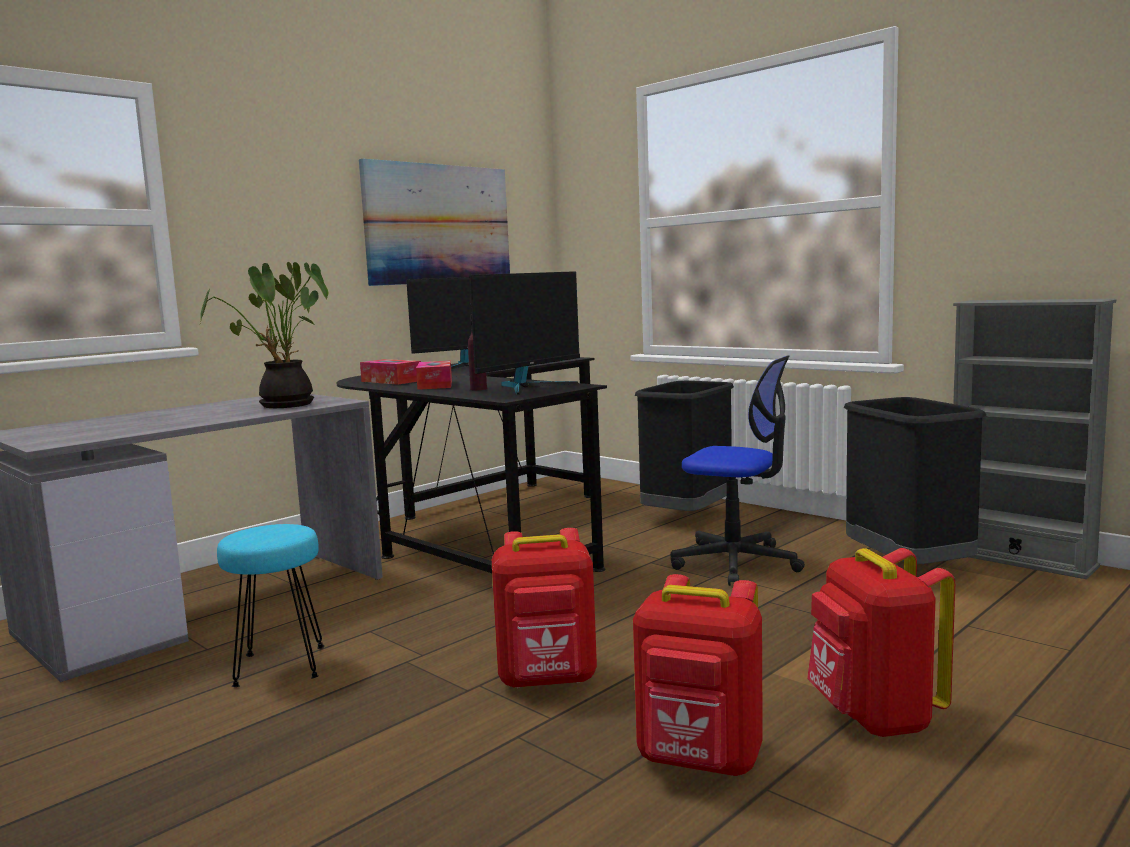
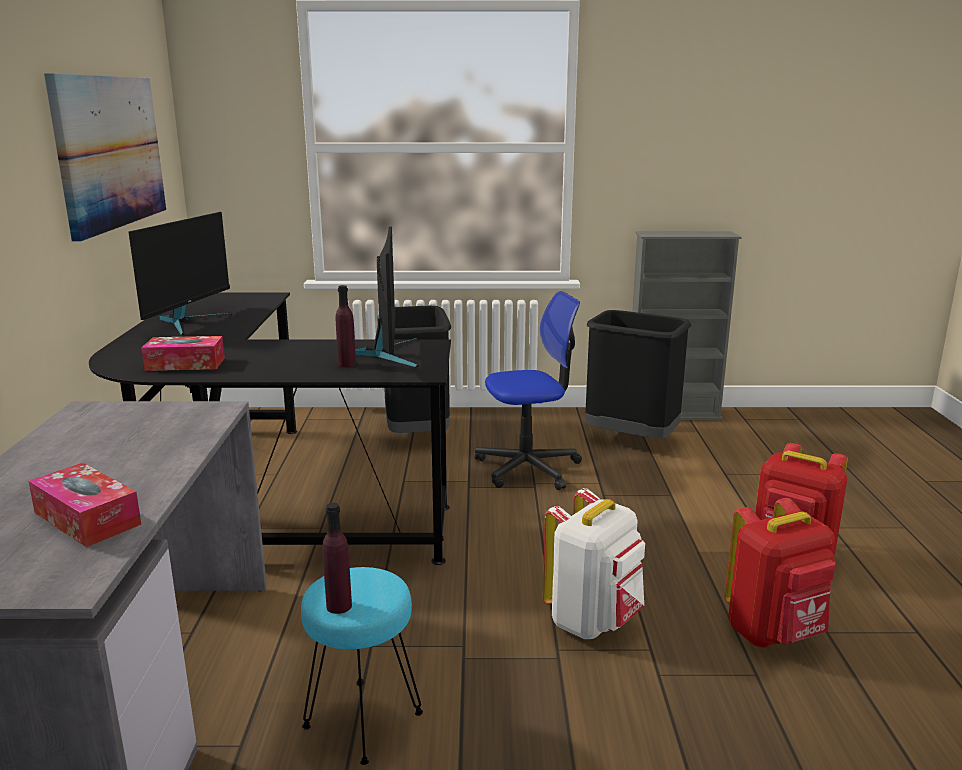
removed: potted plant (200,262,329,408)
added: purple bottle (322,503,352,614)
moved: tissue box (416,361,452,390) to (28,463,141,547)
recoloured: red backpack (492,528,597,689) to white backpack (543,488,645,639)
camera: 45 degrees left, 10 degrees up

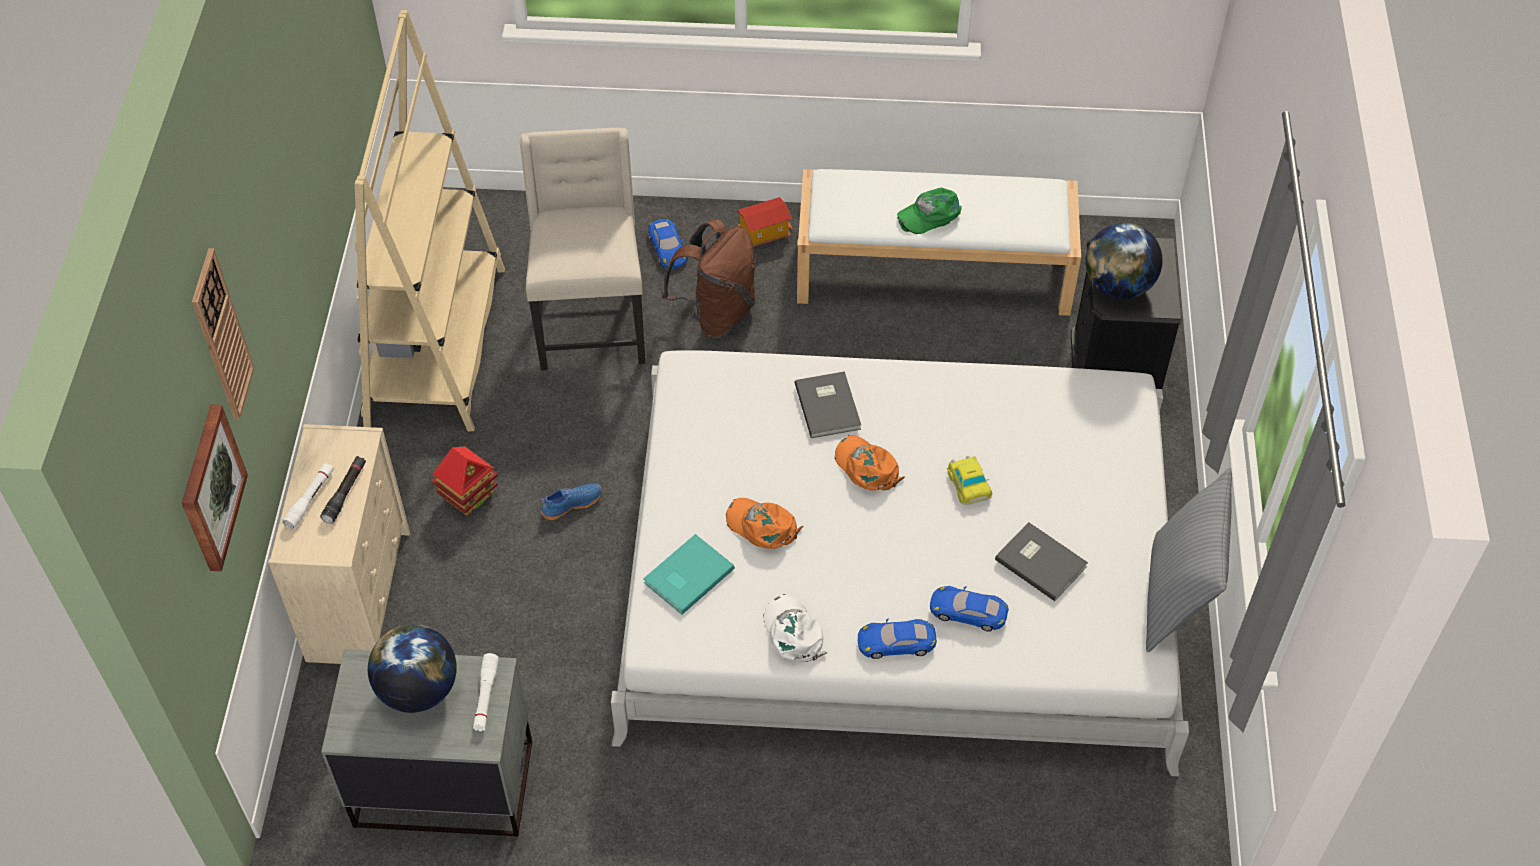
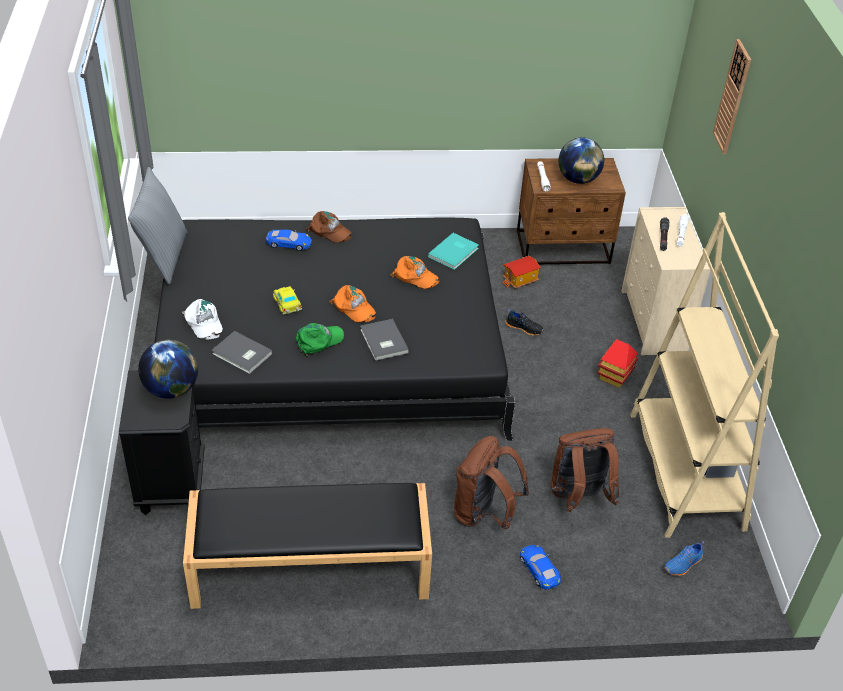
removed: picture (182,404,248,571)
added: black shoe (505,309,544,336)
moved: green cap (897,188,962,234) to (296,323,344,357); toy house (738,197,792,247) to (503,256,541,289); blue shoe (540,483,602,520) to (664,541,704,576); grey book (995,522,1088,601) to (211,331,273,374); white cap (763,594,828,662) to (182,299,223,339)
replaced: beige chair (520,128,645,370) to brown backpack (551,428,619,512); blue toy car (857,618,937,659) to brown cap (306,211,352,243)
recoloured: white bench (797,169,1081,316) to black bench (183,483,432,609); white bed (611,350,1189,777) to black bed (154,218,515,441); grey nightstand (321,649,532,837) to brown nightstand (517,158,626,264)
camera: 170 degrees right, 10 degrees down

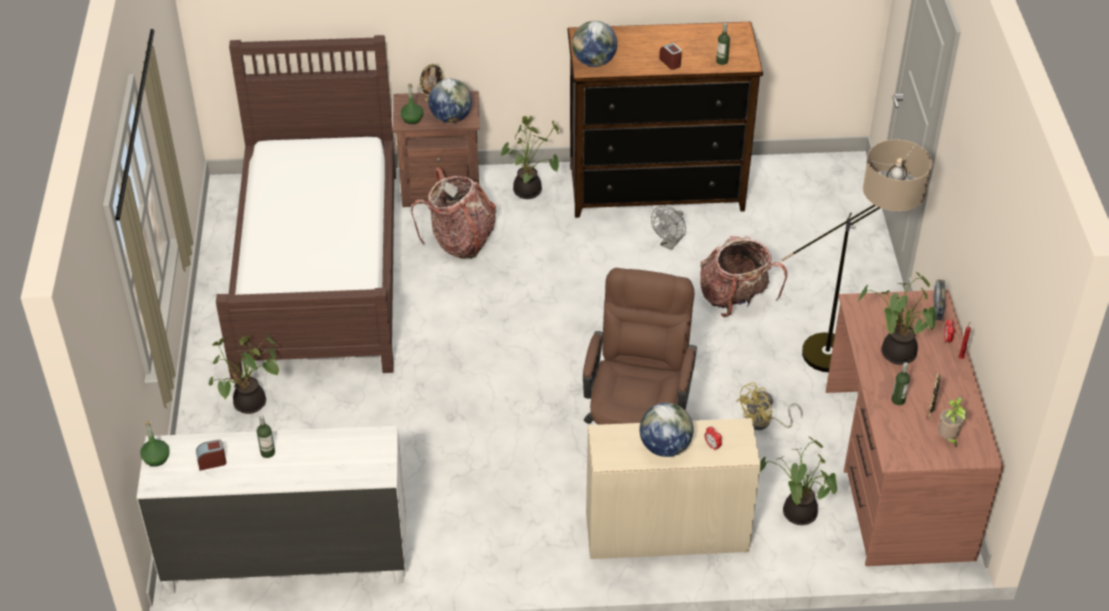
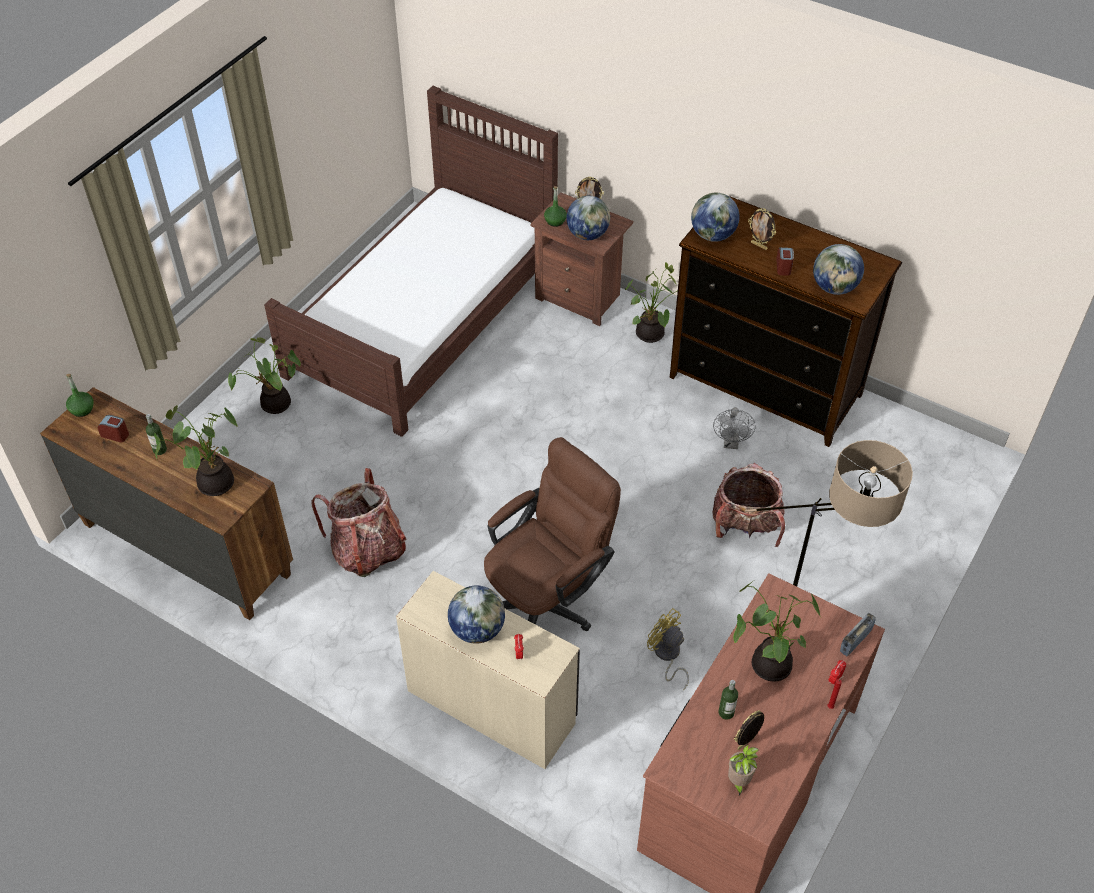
added: picture frame (748,208,776,250)
moved: backpack (411,167,497,259) to (311,468,406,577); potted plant (760,436,837,525) to (154,405,239,496)
replaced: bottle (716,23,730,65) to globe (813,244,864,295)
recoloured: white dresser (137,426,406,594) to brown dresser (40,387,293,620)
turned: grey fan (651,206,686,250) = (713,407,756,449) 60 degrees counterclockwise; yellow fan (736,382,802,430) = (647,608,689,690) 45 degrees clockwise
camera: 35 degrees right, 5 degrees up

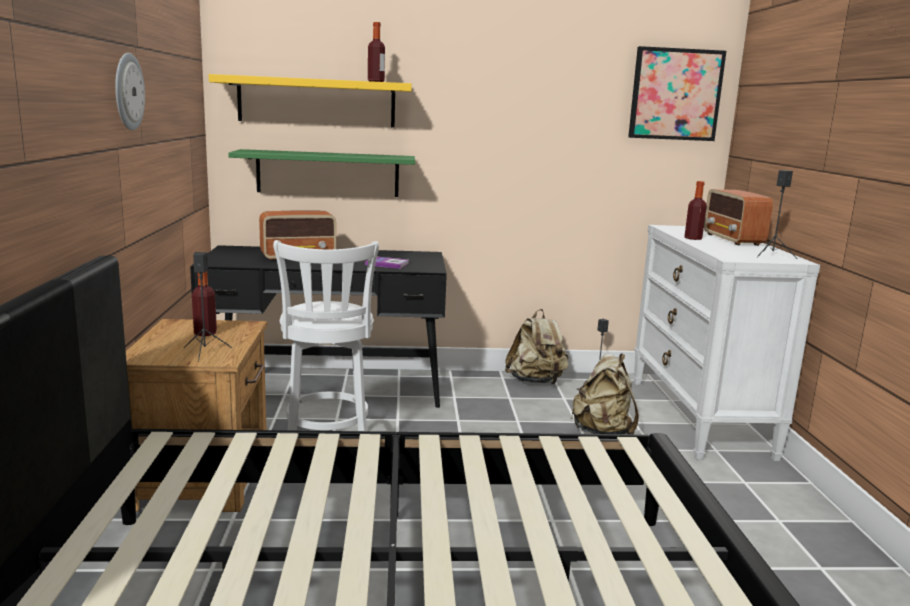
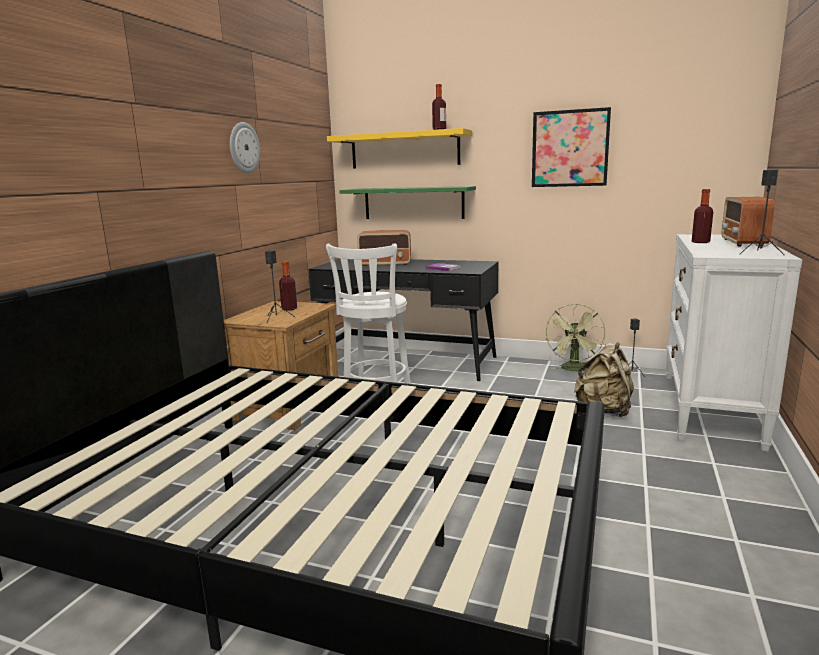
moved: picture (628,46,726,141) to (532,107,611,187)
replaced: beige backpack (505,309,569,385) to green fan (546,304,605,371)
camera: 25 degrees right, 0 degrees up

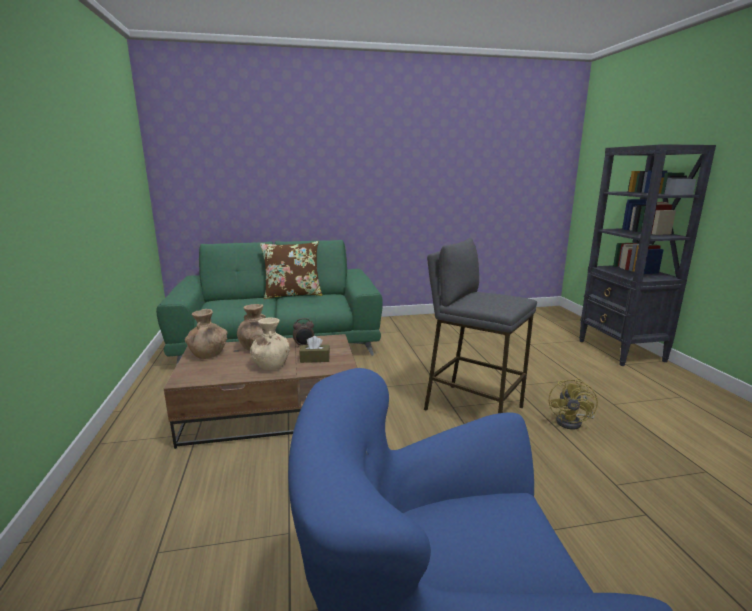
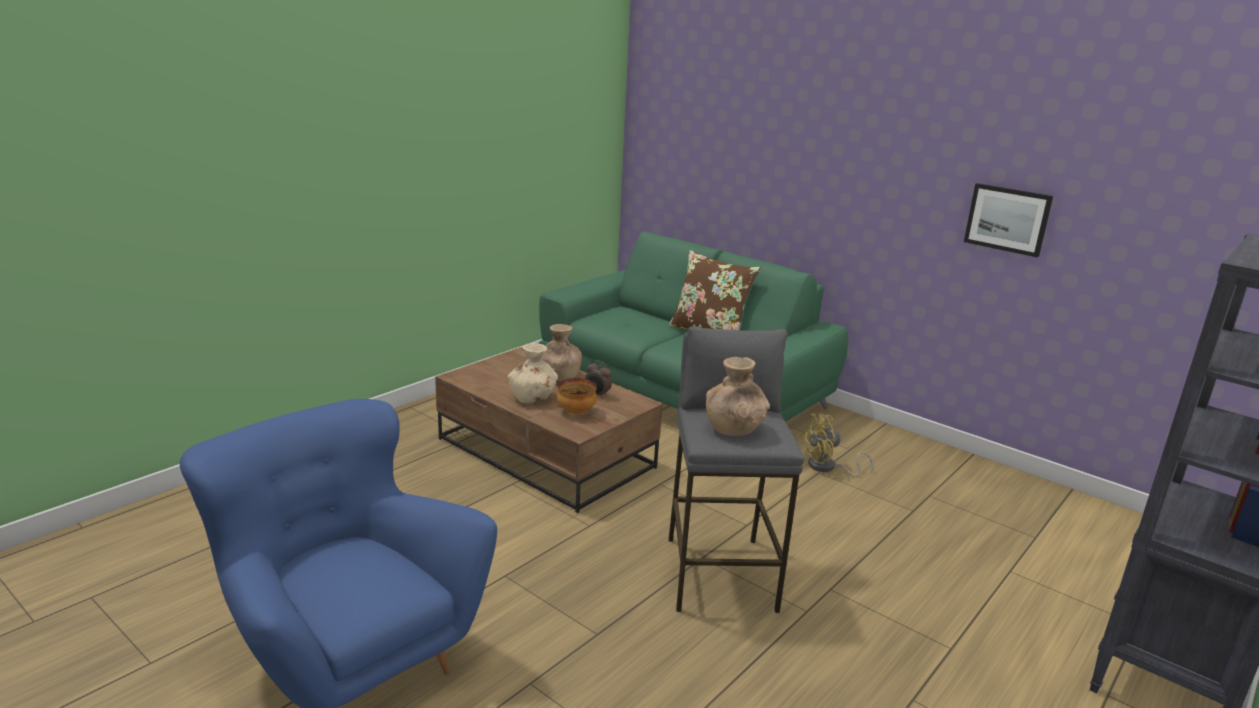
added: picture (964,183,1053,257)
moved: brown vase (185,309,228,359) to (706,357,770,436); yellow fan (549,378,598,430) to (801,413,874,477)
replaced: brown tissue box (299,336,330,363) to bowl (557,378,597,414)
camera: 50 degrees right, 5 degrees up

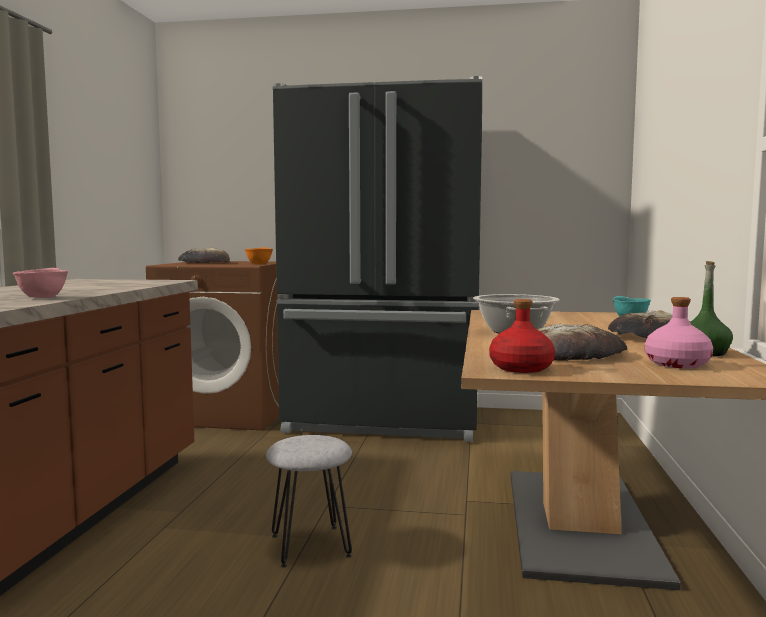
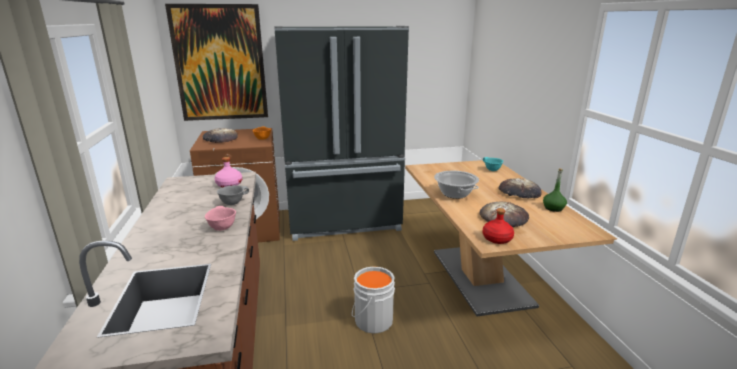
added: picture (165,4,268,121); grey bowl (217,185,249,205)
moved: pink bottle (645,297,713,368) to (215,157,242,187)
replaced: grey stool (266,435,352,568) to grey bucket (352,266,395,333)
camera: 20 degrees left, 15 degrees up

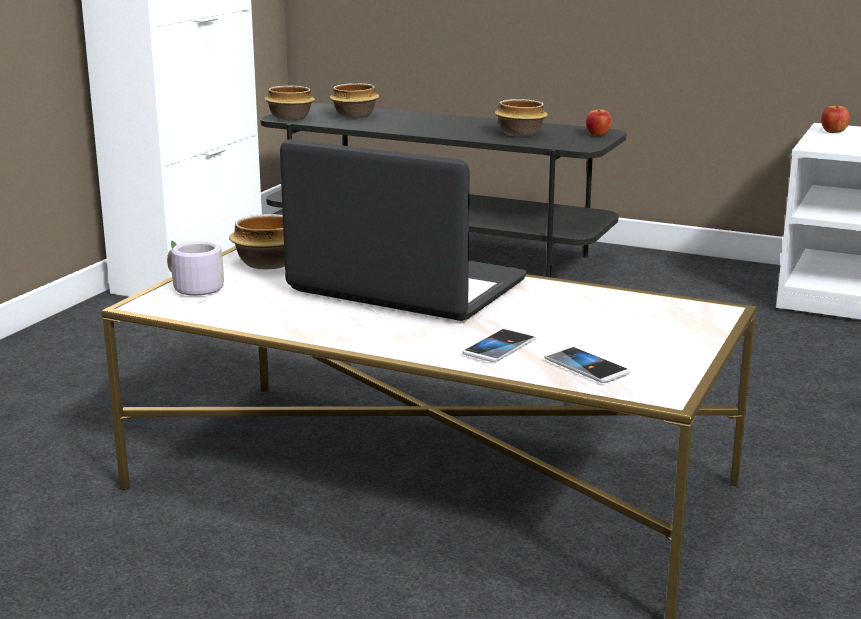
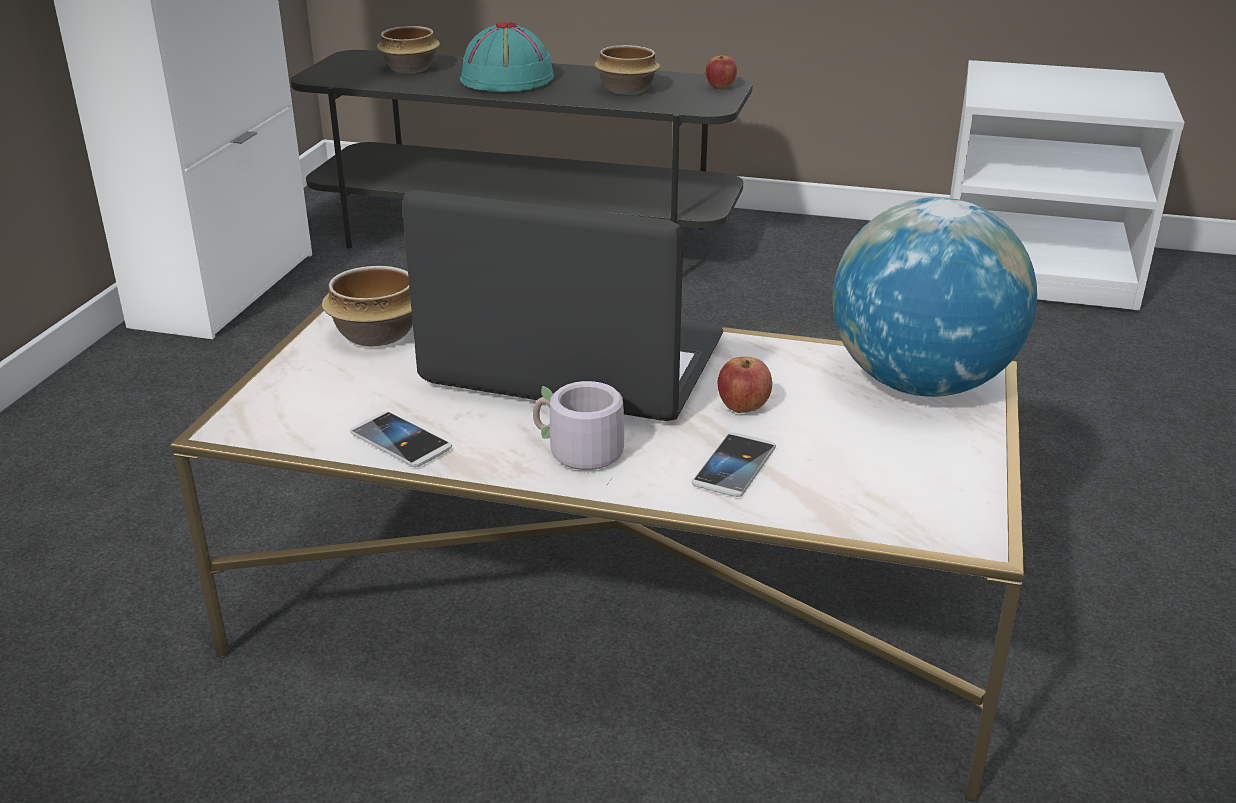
removed: bowl (264,86,315,120)
added: turquoise hat (460,22,554,92); globe (832,197,1037,397)
moved: apple (821,106,850,133) to (718,357,772,413); grey mug (167,240,224,304) to (533,381,624,486); phone (545,347,630,383) to (350,411,452,467)
camera: 10 degrees left, 10 degrees up

